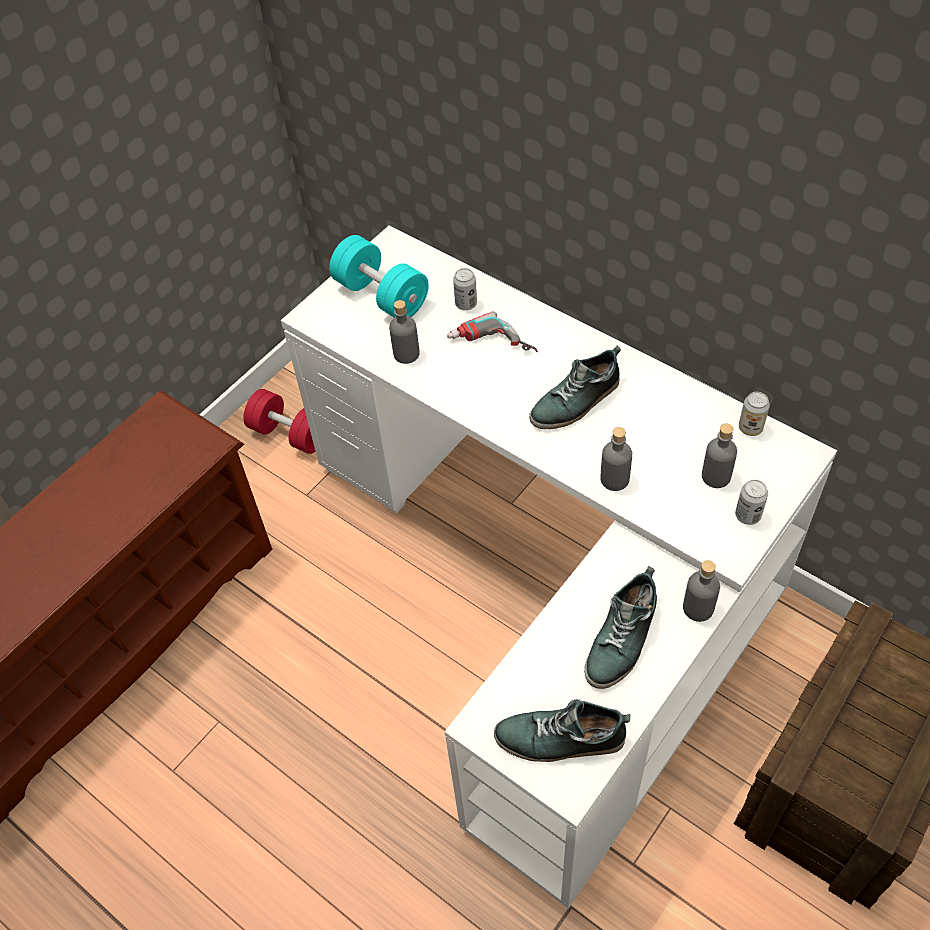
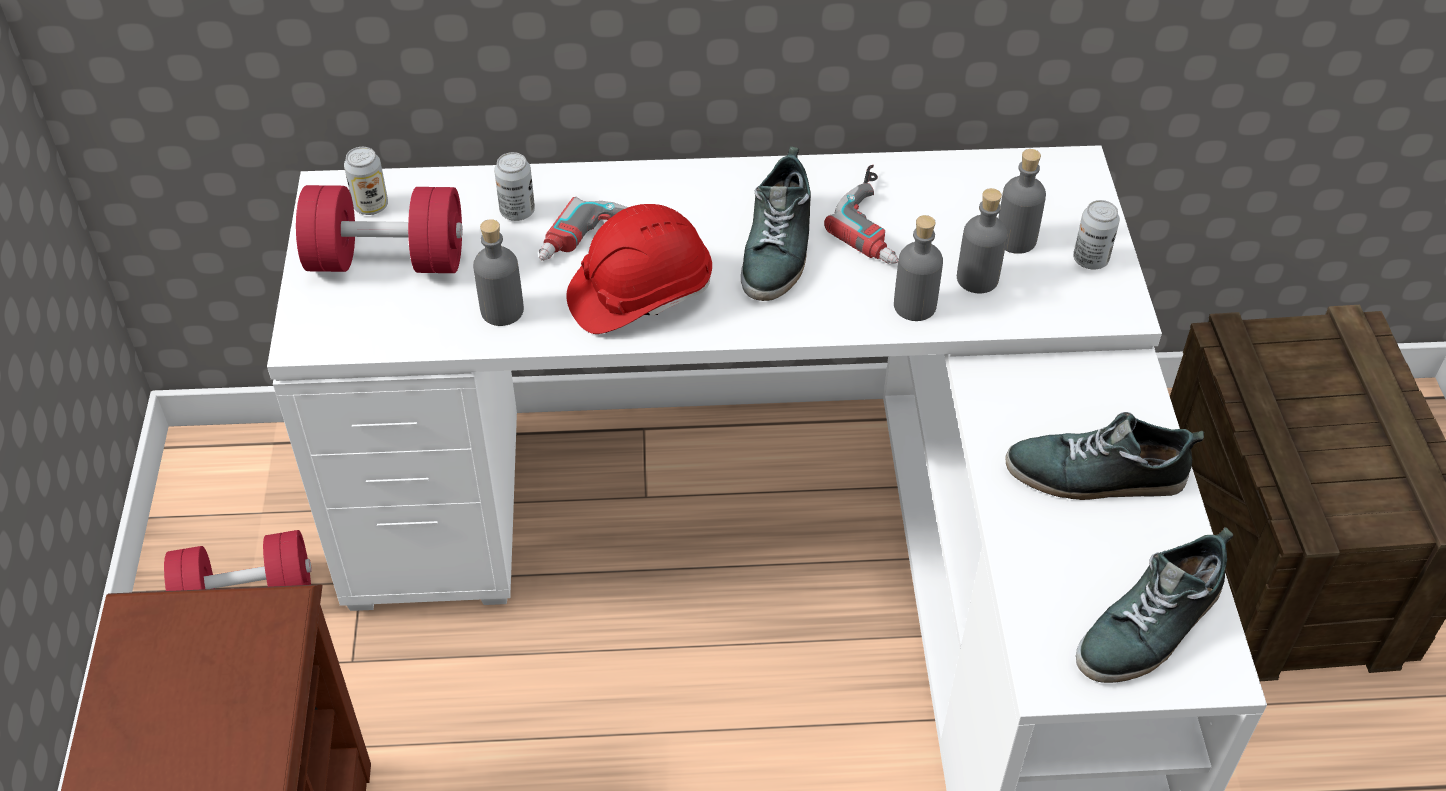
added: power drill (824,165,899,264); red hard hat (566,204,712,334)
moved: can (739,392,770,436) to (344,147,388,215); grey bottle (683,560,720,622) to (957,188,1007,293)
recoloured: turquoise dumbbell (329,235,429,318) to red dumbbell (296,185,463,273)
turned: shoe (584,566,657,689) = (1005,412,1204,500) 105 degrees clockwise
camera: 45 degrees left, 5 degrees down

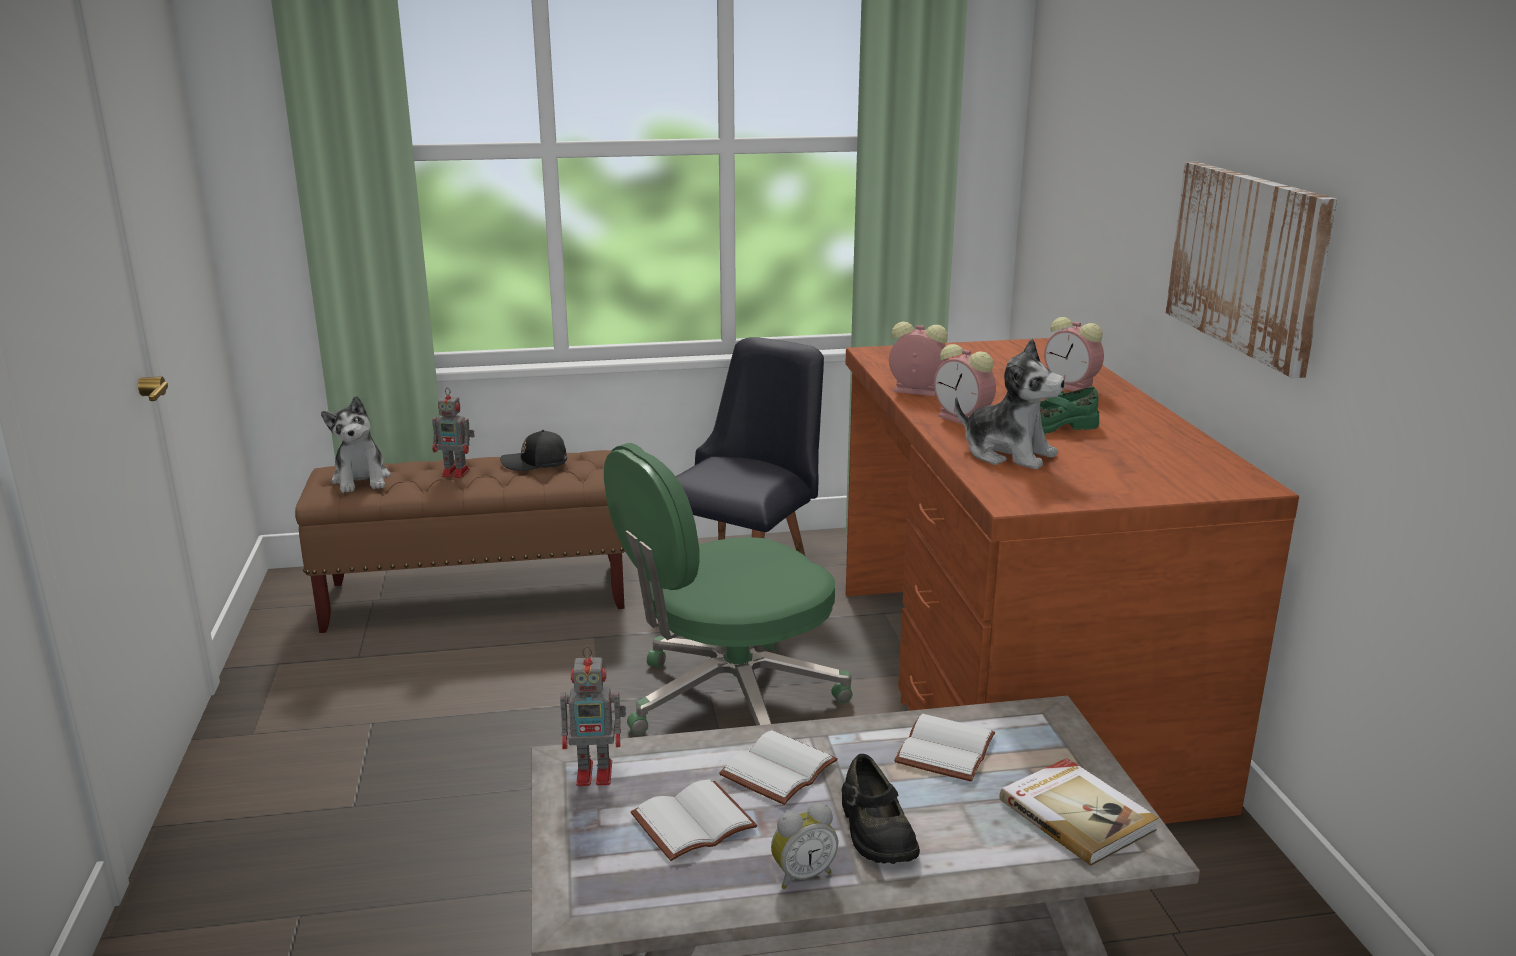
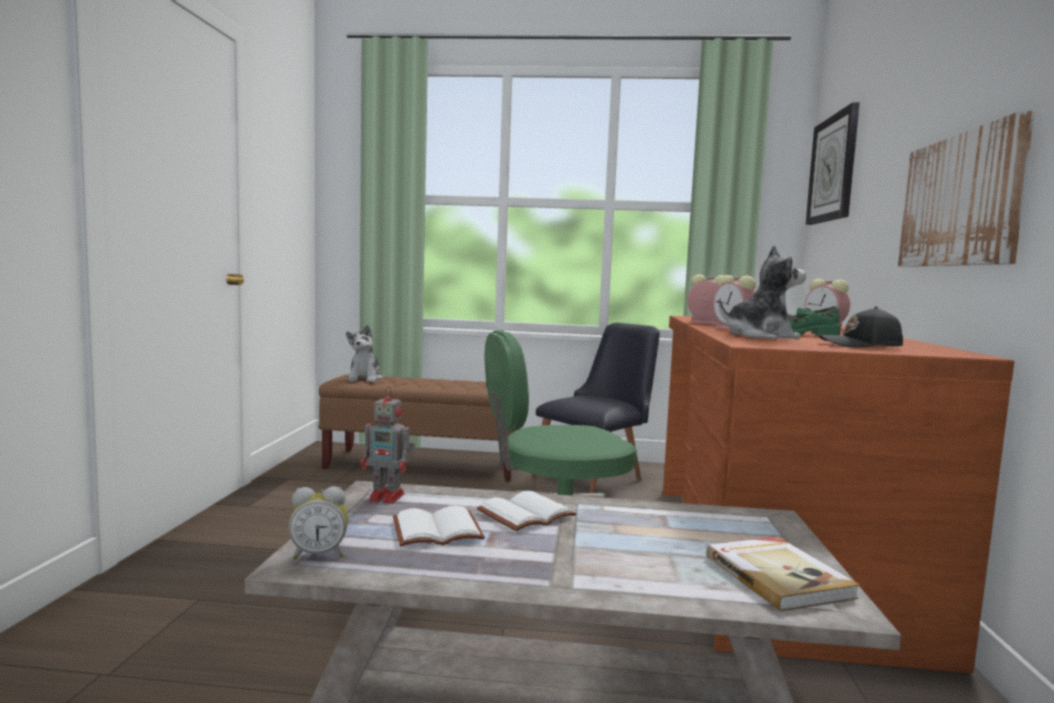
removed: toy robot (432,388,475,478); white book (894,714,995,782); black shoe (842,754,920,864)
added: wall clock (806,102,860,225)
moved: black cap (500,430,567,471) to (819,306,903,348); alarm clock (771,803,838,889) to (288,486,348,559)
turned: plush toy (955,338,1065,469) = (719,245,806,340) 60 degrees counterclockwise
camera: 15 degrees right, 15 degrees down

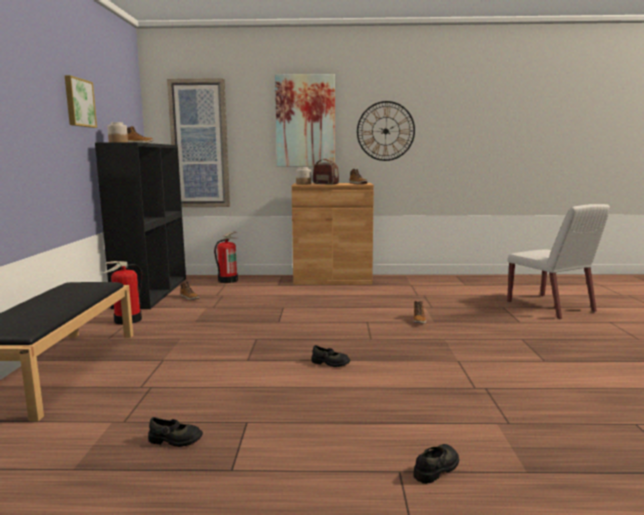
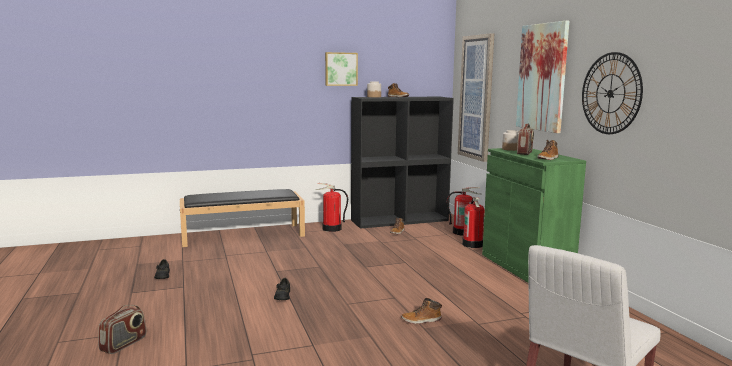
added: fire extinguisher (462,197,484,248)
replaced: black shoe (413,444,459,484) to radio (98,305,146,354)
recoloured: brown cabinet (291,183,374,285) to green cabinet (482,148,586,283)
camera: 70 degrees right, 0 degrees up

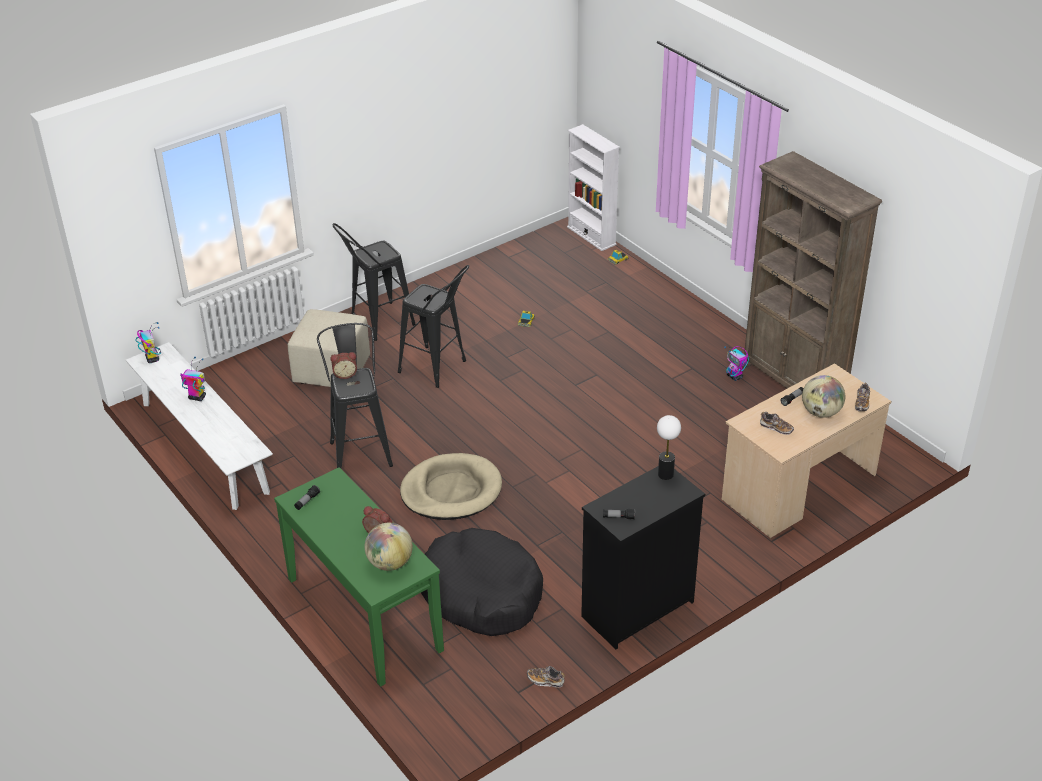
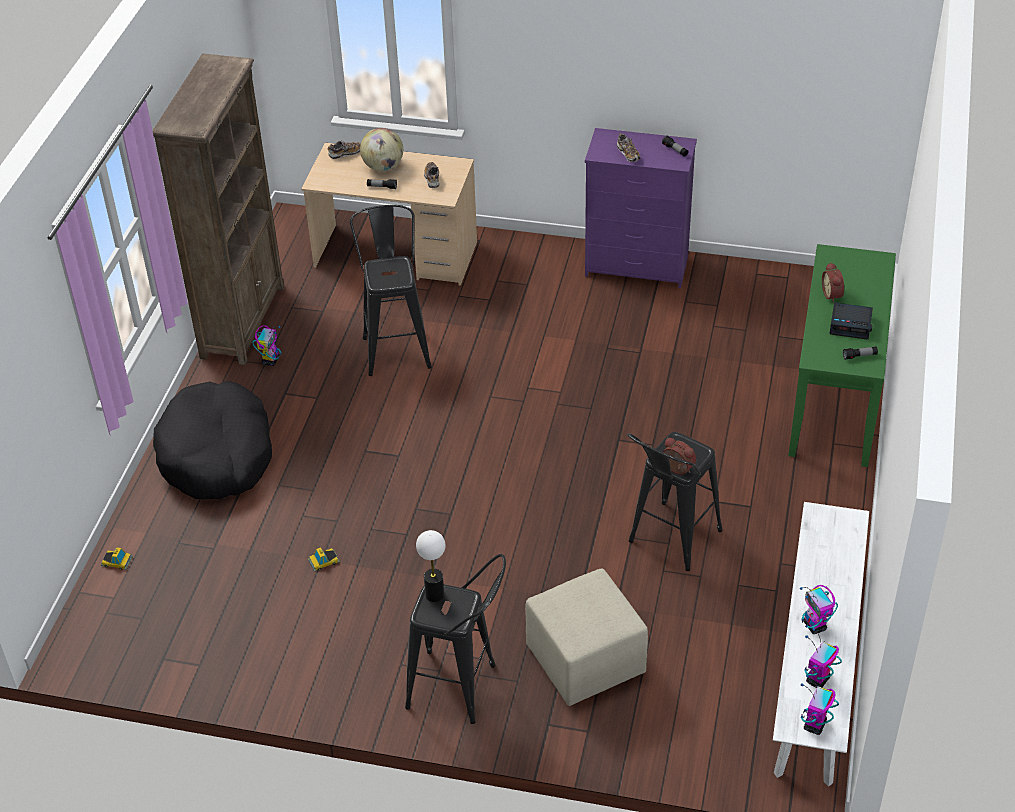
removed: white bookcase (567,124,620,251); beige dog bed (400,453,502,520); globe (364,523,413,571)
added: alarm clock (830,302,873,339); toy robot (804,628,842,688)
moved: black stool (398,265,469,388) to (350,205,432,376); table lamp (657,415,681,480) to (416,530,445,602); black dog bed (421,528,543,636) to (153,381,272,500); shoe (527,666,565,688) to (617,133,640,162)
recoloured: black dresser (581,466,705,649) to purple dresser (585,128,697,288)
camera: 130 degrees left, 5 degrees up

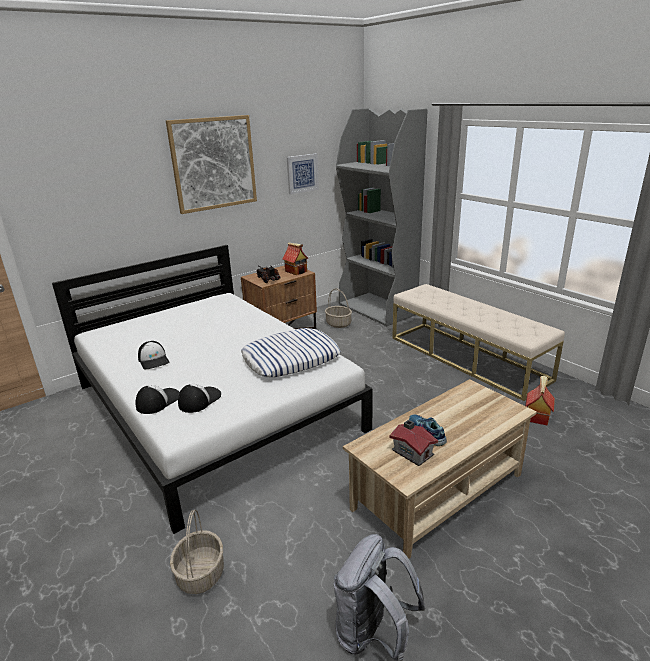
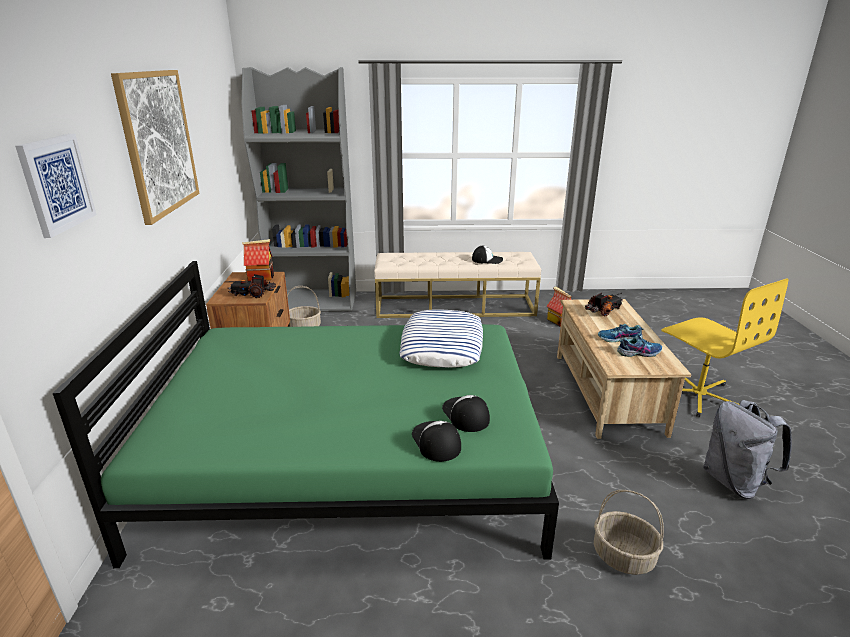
added: yellow office chair (662,278,788,417); toy truck (585,293,623,316)
moved: picture (287,154,319,194) to (15,134,97,238); cap (138,341,169,369) to (472,245,503,264)
replaced: toy house (389,420,438,466) to shoe (617,333,662,357)
recoloured: white bed (52,245,373,534) to green bed (53,261,559,568)
camera: 55 degrees left, 0 degrees up

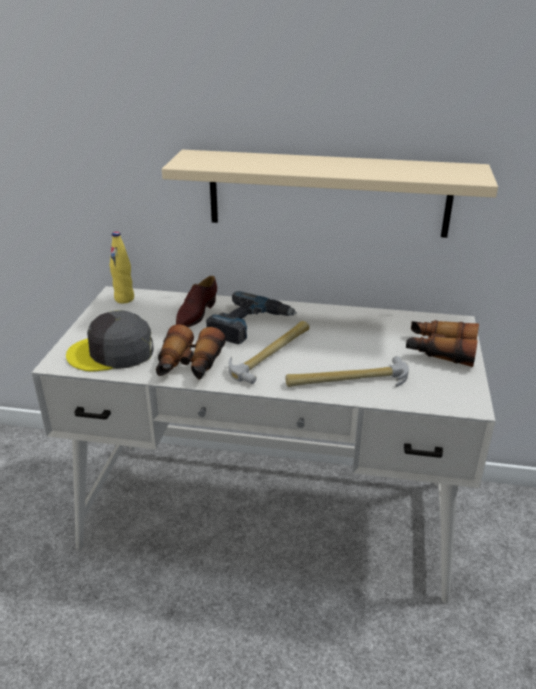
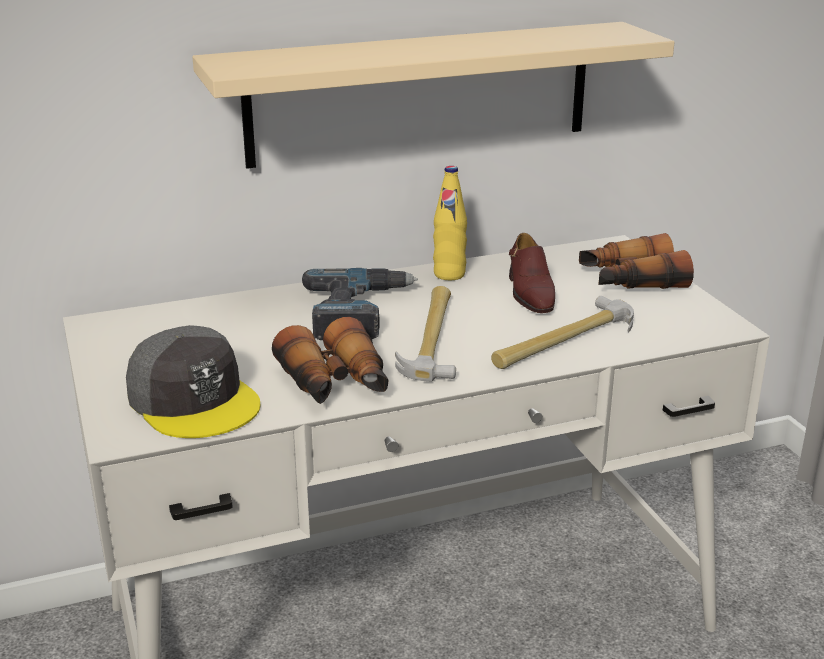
moved: yellow bottle (110,232,134,304) to (433,166,467,280); brown shoe (176,276,217,327) to (509,233,555,313)
turned: grey cap (66,310,154,372) = (126,325,261,438) 90 degrees counterclockwise
camera: 30 degrees left, 5 degrees down

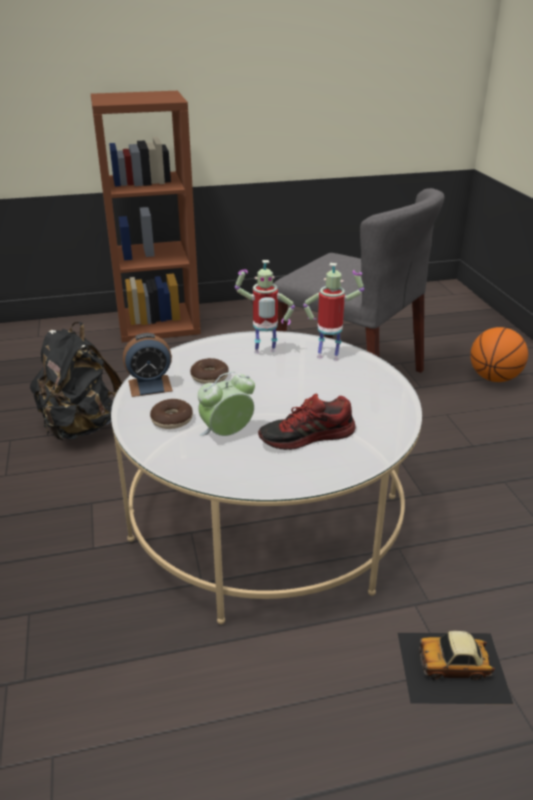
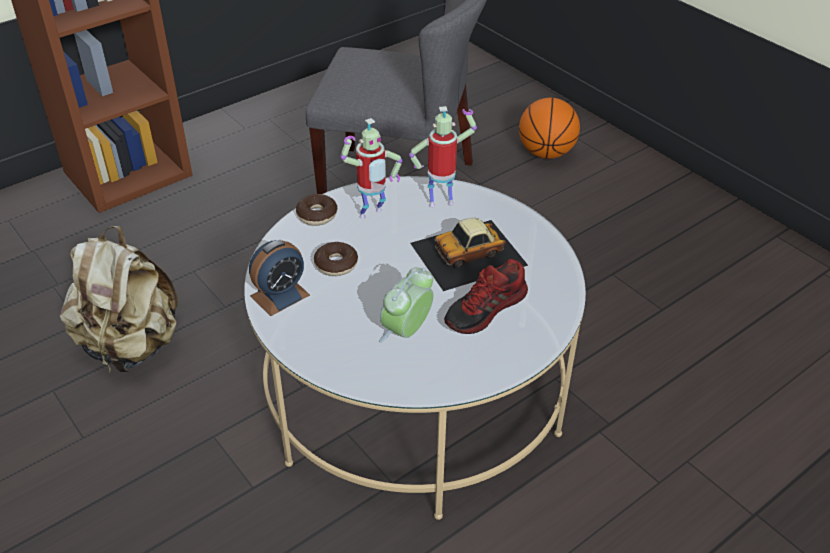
moved: donut (150,399,193,429) to (296,194,338,226); toy car (398,631,513,704) to (410,218,528,291)
recoloured: black backpack (30,322,122,440) to beige backpack (60,226,178,374)
camera: 25 degrees left, 10 degrees up

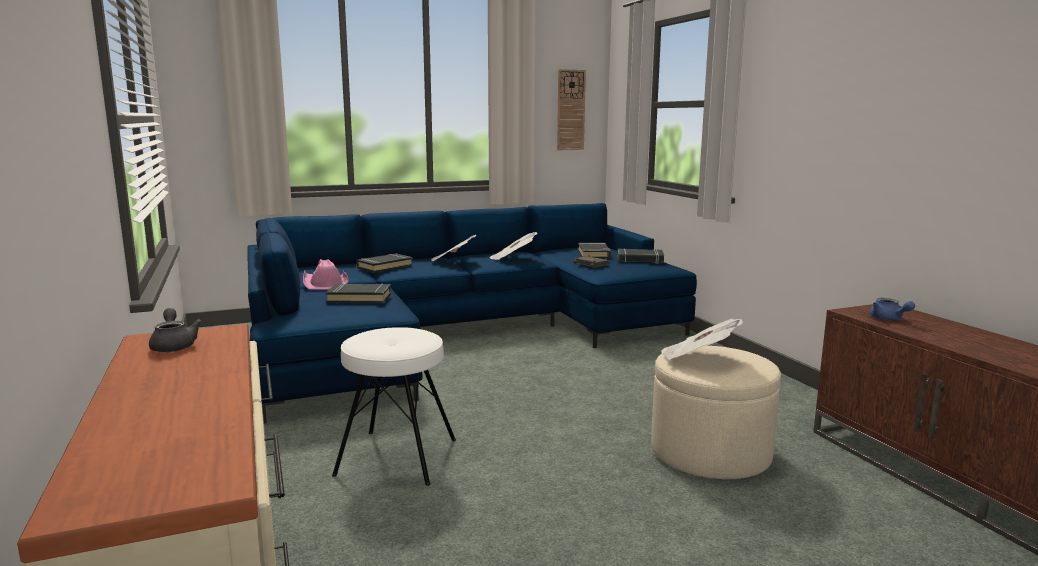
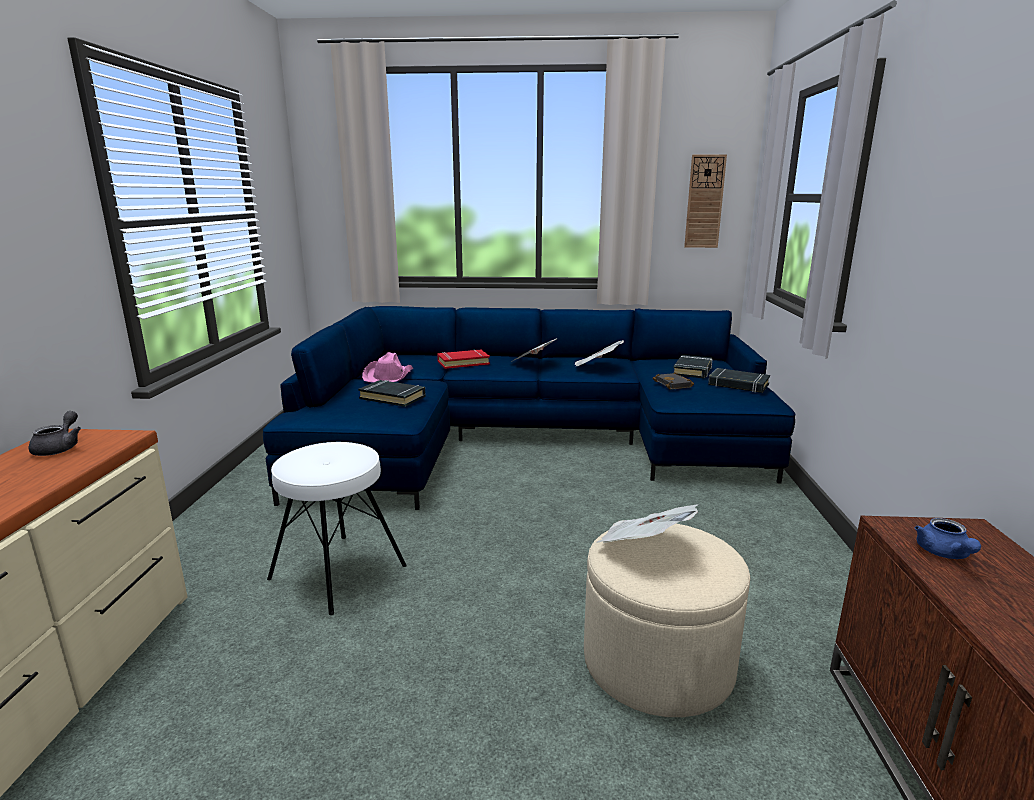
recoloured: black book (357,253,413,273) to red book (437,350,490,369)
camera: 25 degrees right, 5 degrees up

